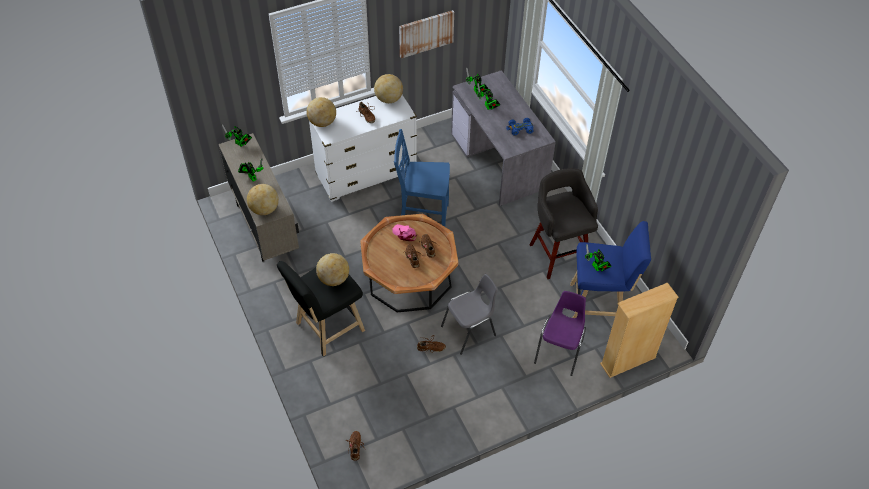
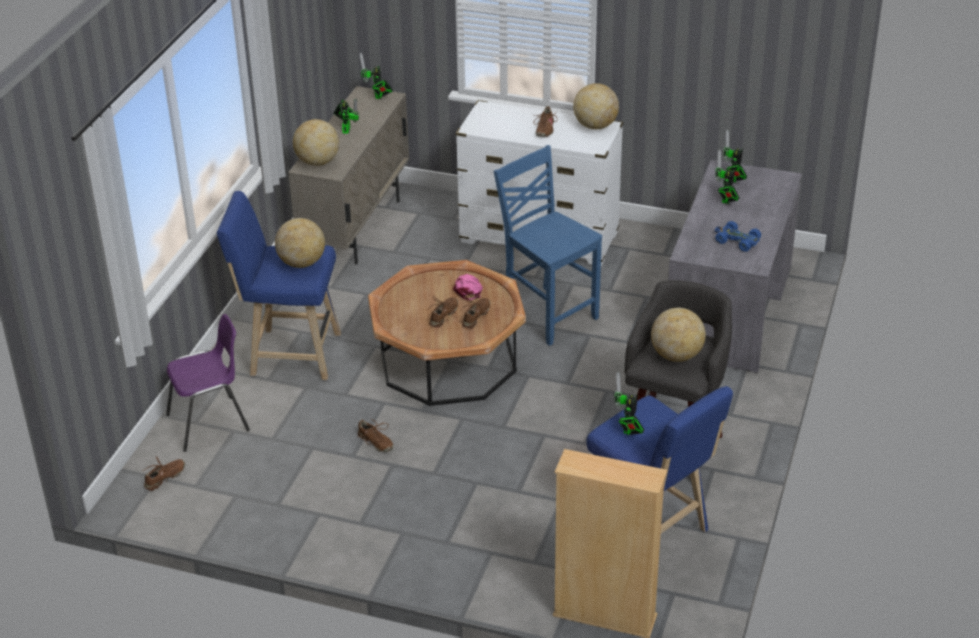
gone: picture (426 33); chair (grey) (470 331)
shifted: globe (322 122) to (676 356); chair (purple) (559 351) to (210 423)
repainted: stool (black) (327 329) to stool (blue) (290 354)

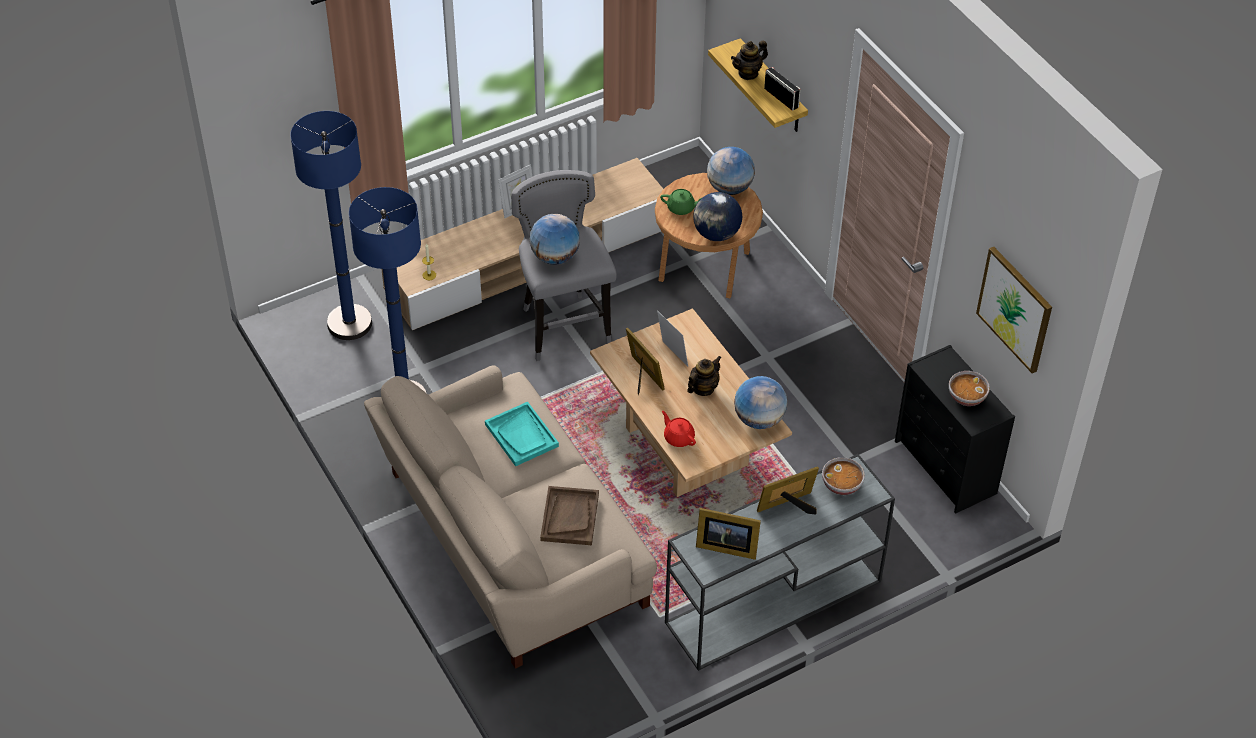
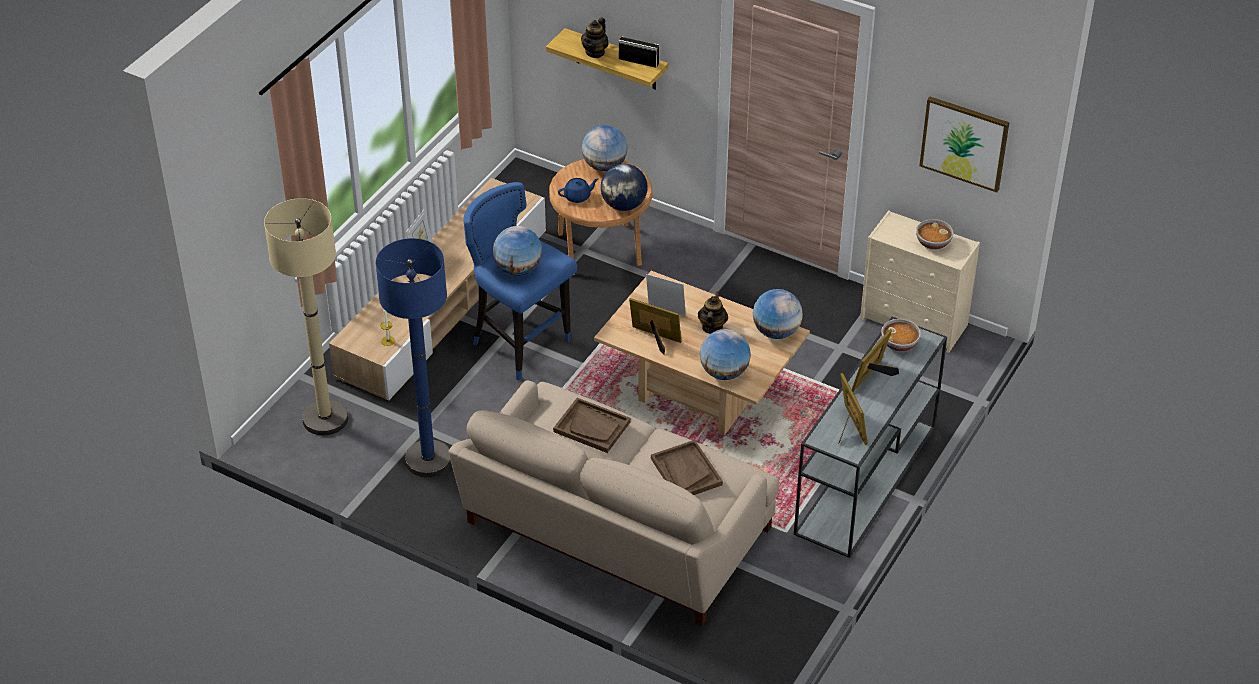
swapped: teapot (red) (678 437) to globe (724 372)
repainted: floor lamp (blue) (349 323) to floor lamp (beige) (325 419); tray (turquoise) (522 435) to tray (brown) (592 427); stool (grey) (564 329) to stool (blue) (521 345); teapot (green) (681 208) to teapot (blue) (578 196); dresser (black) (946 468) to dresser (beige) (915 322)
rotated: picture frame (725 545) = (849 427) 90 degrees counterclockwise

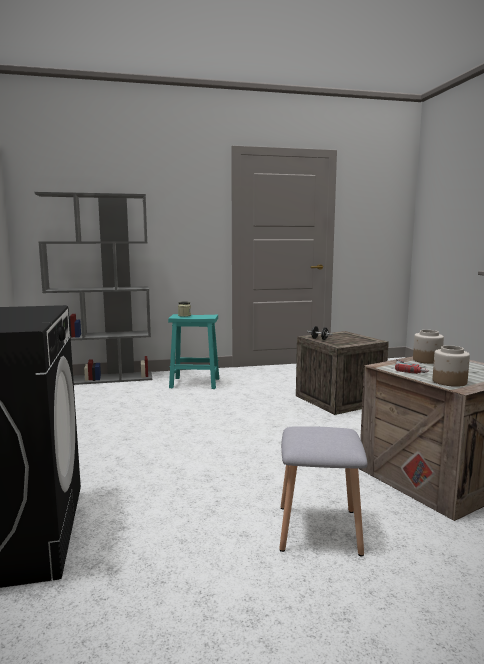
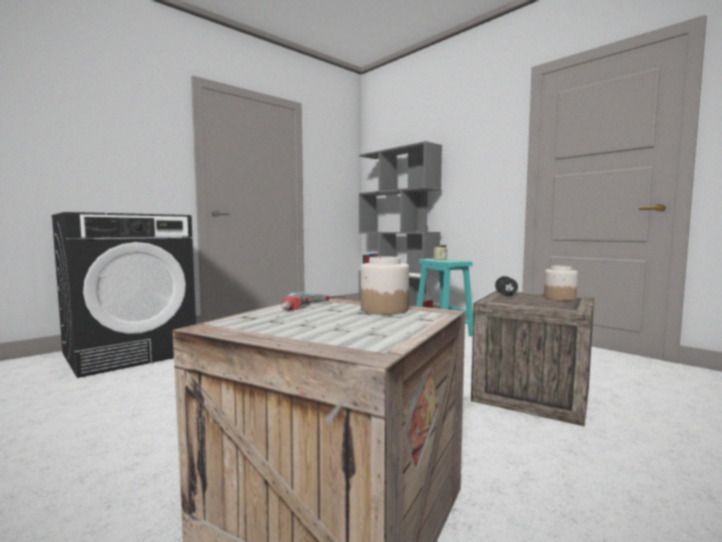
gone: stool (grey) (320 529)
shifted: jar (449 382) to (559 298)

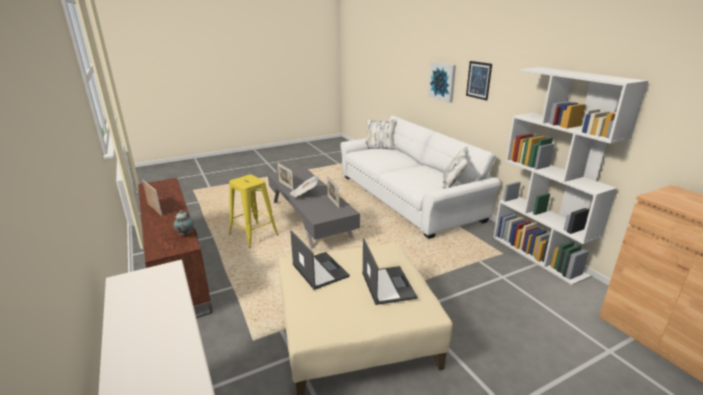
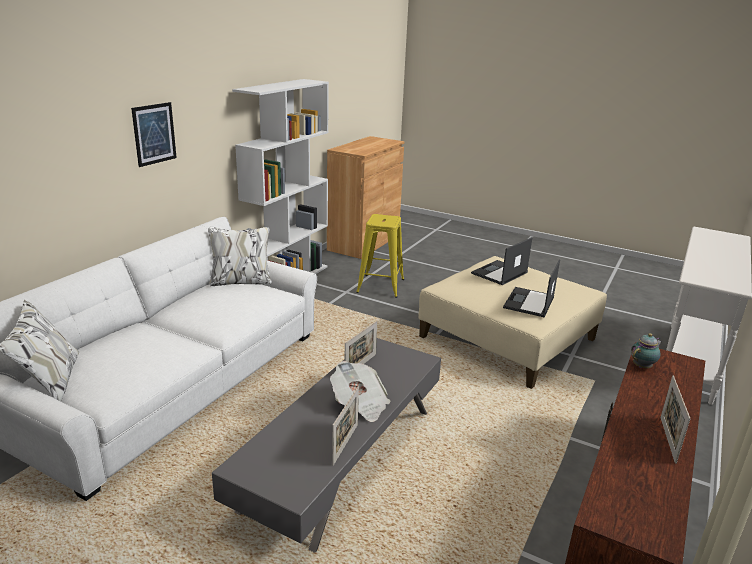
gone: picture (442 81)
shifted: stool (yellow) (253 235) to (380 286)

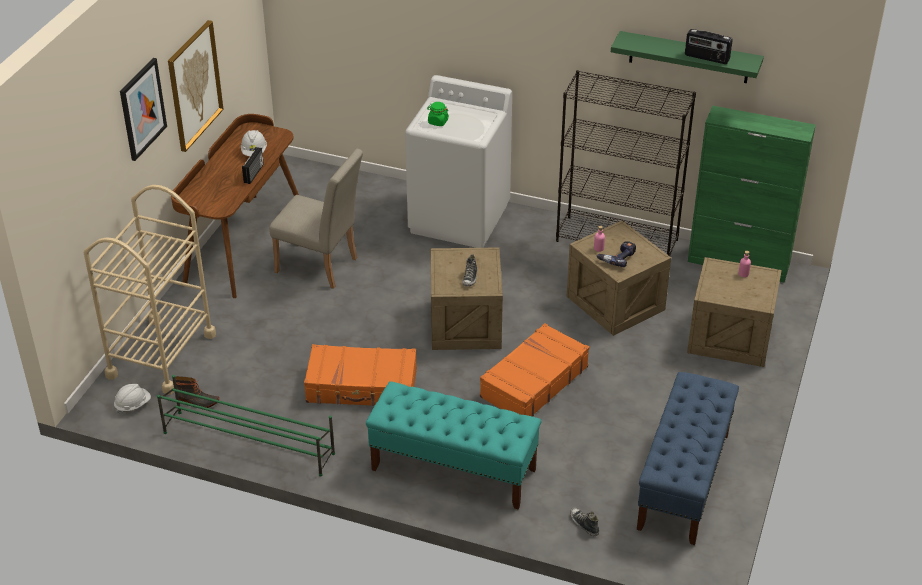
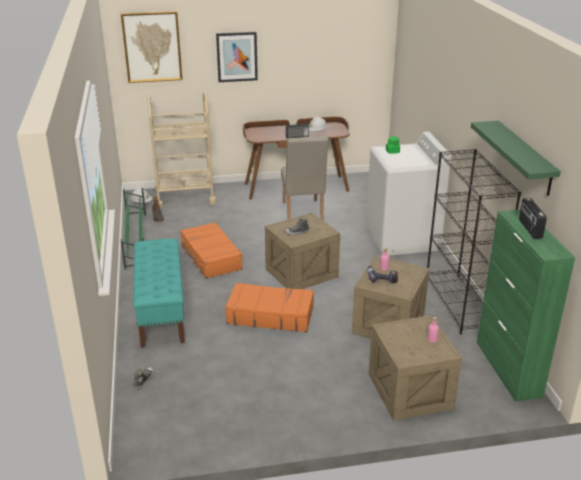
gone: bench (blue) (683 481)
shifted: picture (194 85) to (152 47); radio (706 58) to (529 229)

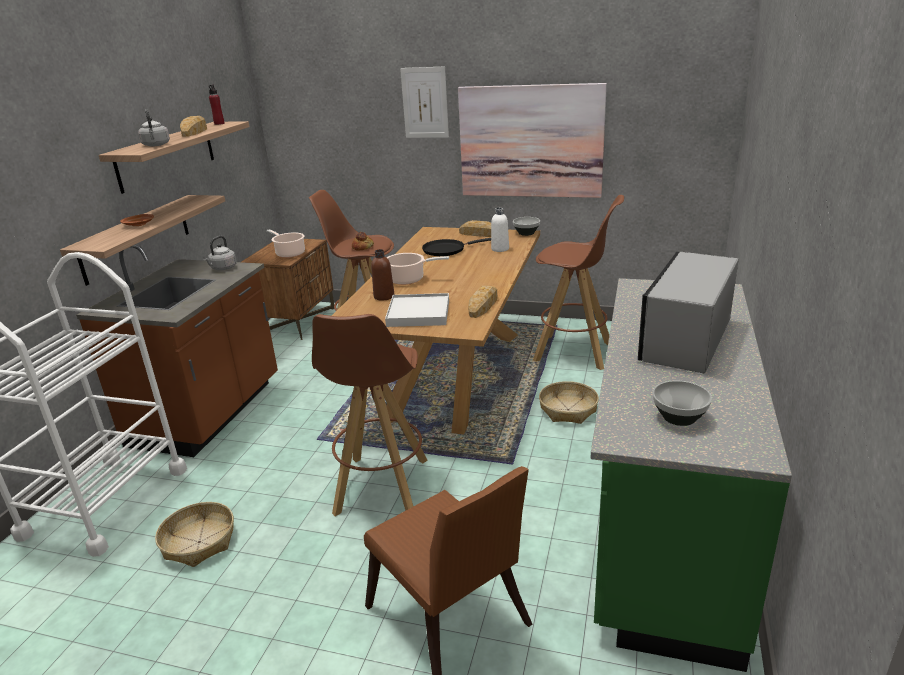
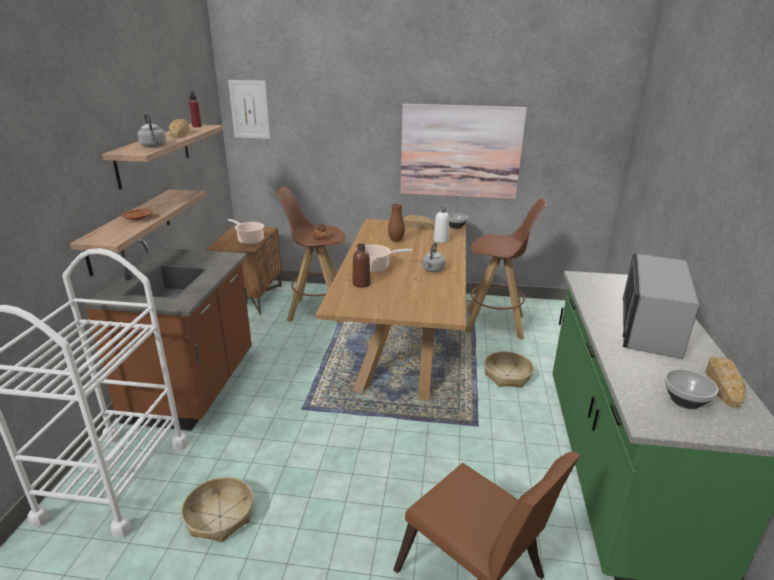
gone: stool (brown) (381 487); tray (white) (418 313)
shifted: kettle (grey) (223 268) to (433 270); picture (425 103) to (249 109); bread (483 305) to (723 385)
swapped: frying pan (black) (446 250) to vase (brown) (396 240)

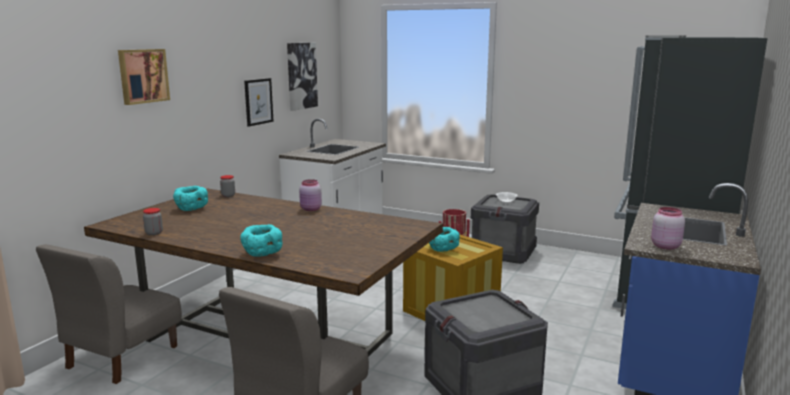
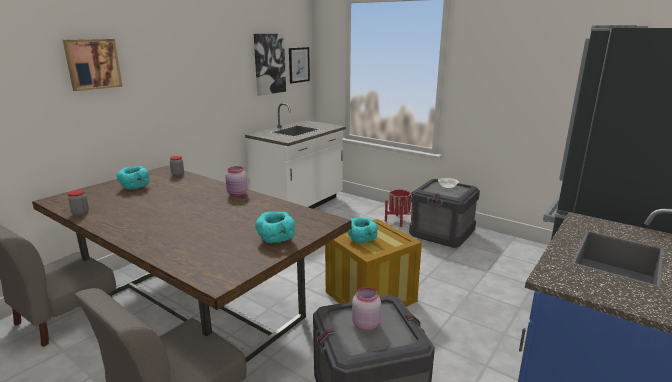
shifted: bowl (turquoise) (262 254) to (275 240); picture (258 101) to (299 65); jar (pink) (664 246) to (365 324)

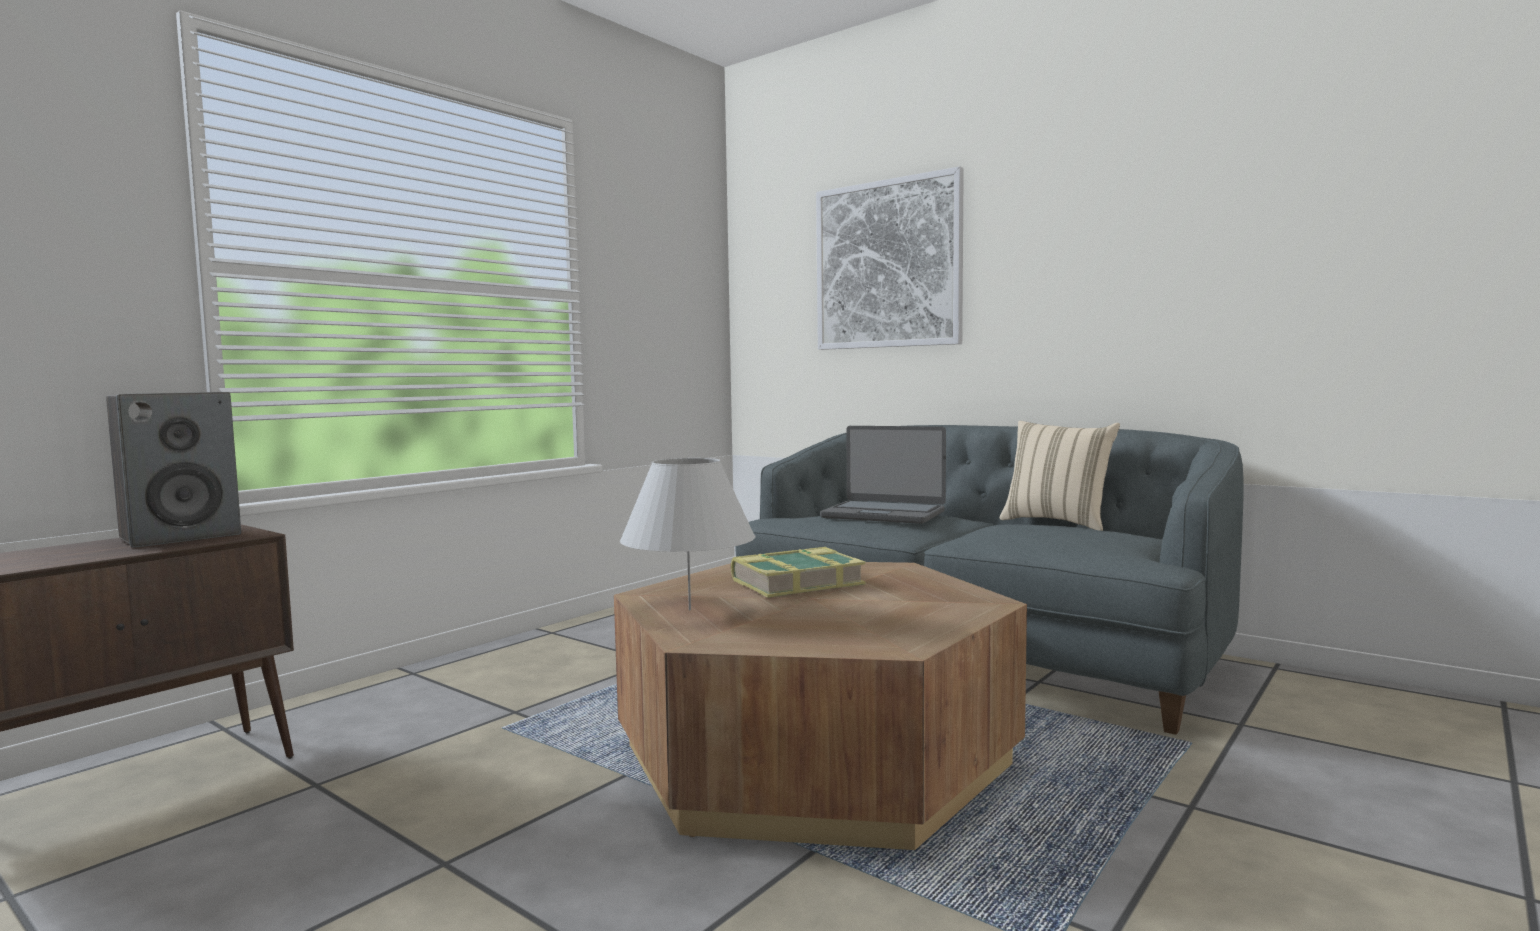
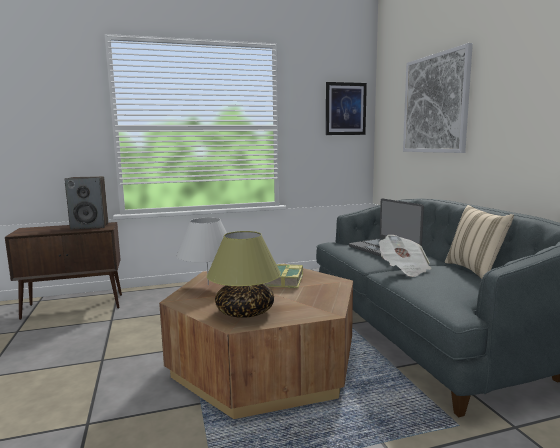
new: table lamp (245 312); picture (345 109); newspaper (404 269)

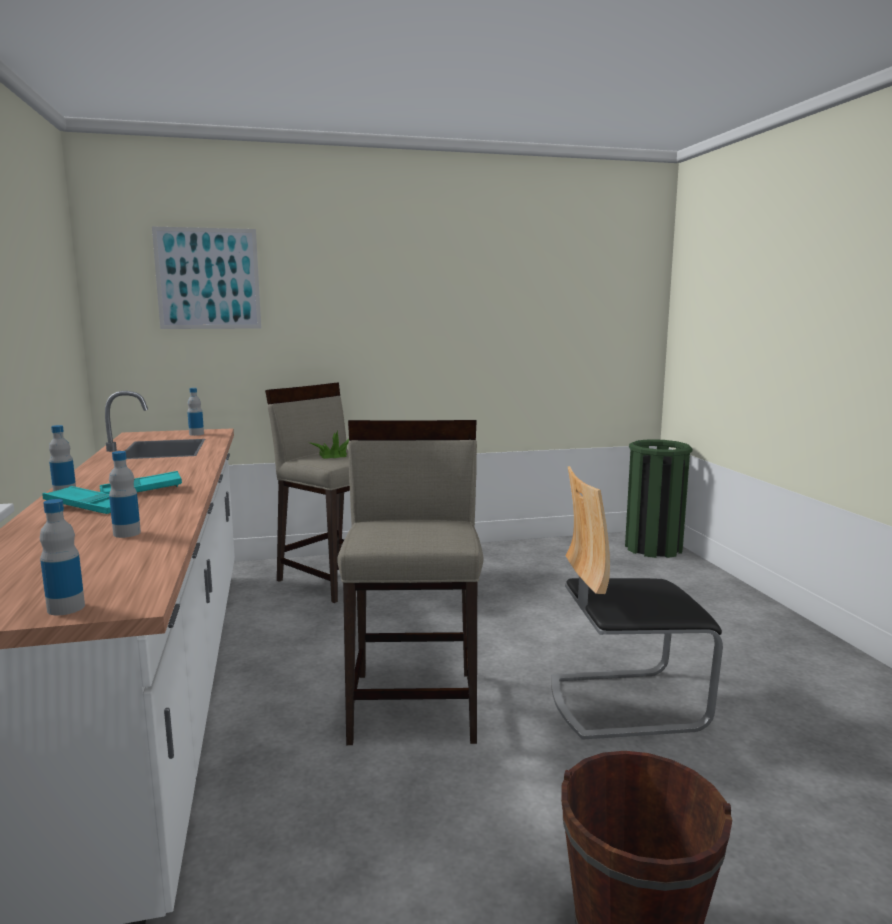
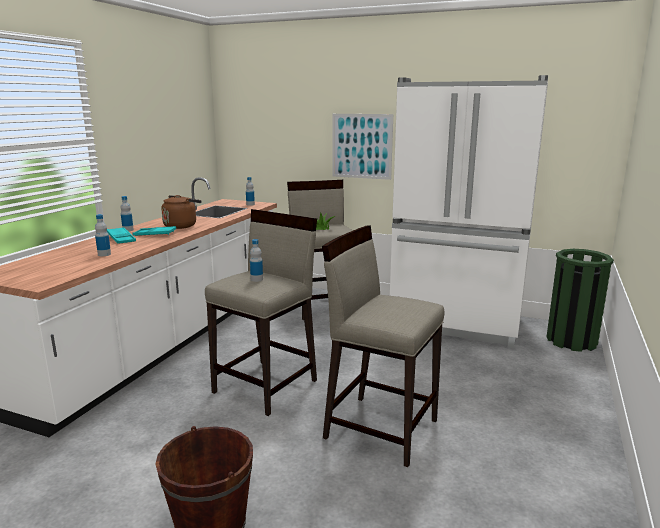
new: kettle (brown) (181 226); fridge (white) (456 324)
shifted: bottle (66 608) to (256 279); picture (208 279) to (361 146)
swapped: chair (624 702) to stool (beige) (380 428)

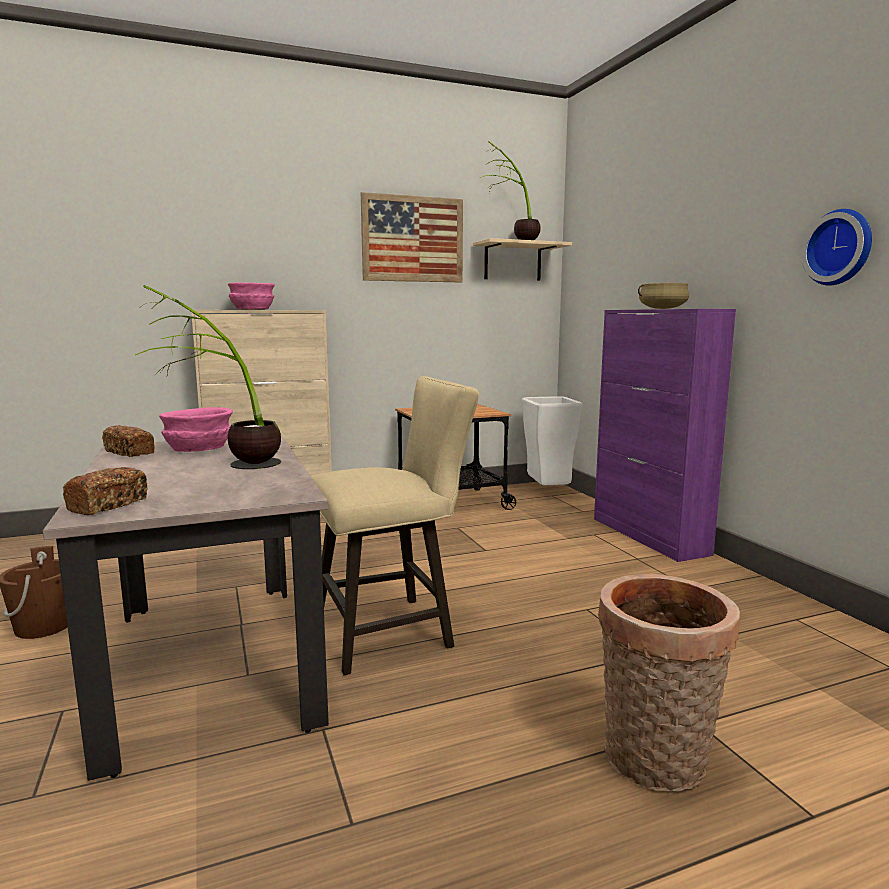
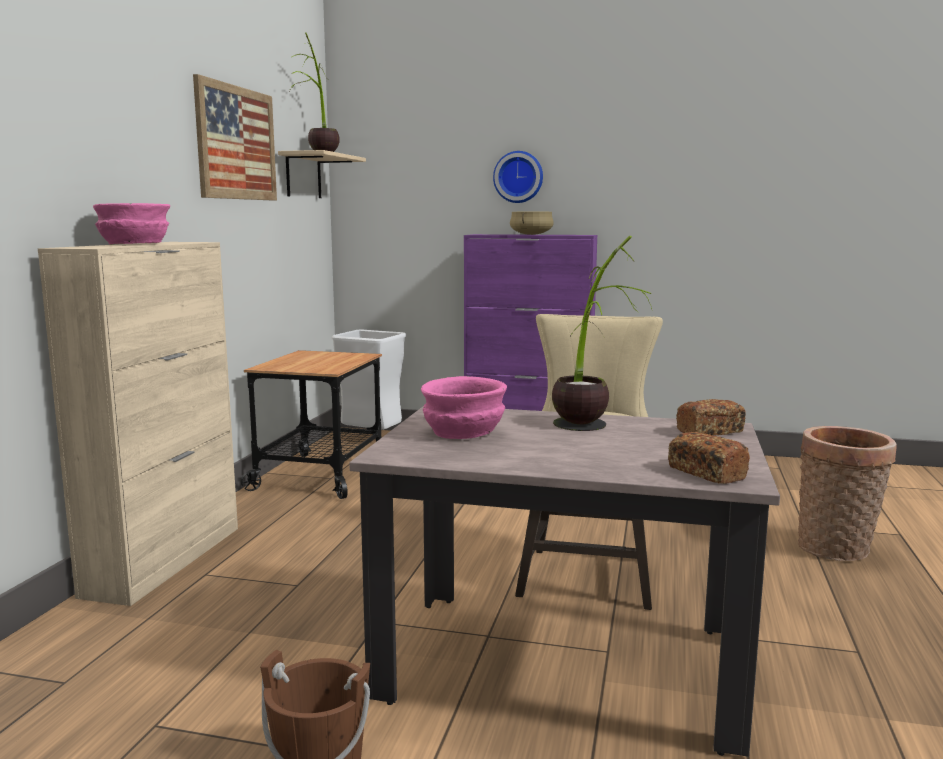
shifted: bread (129 452) to (709 431); wall clock (840 248) to (518 177)

